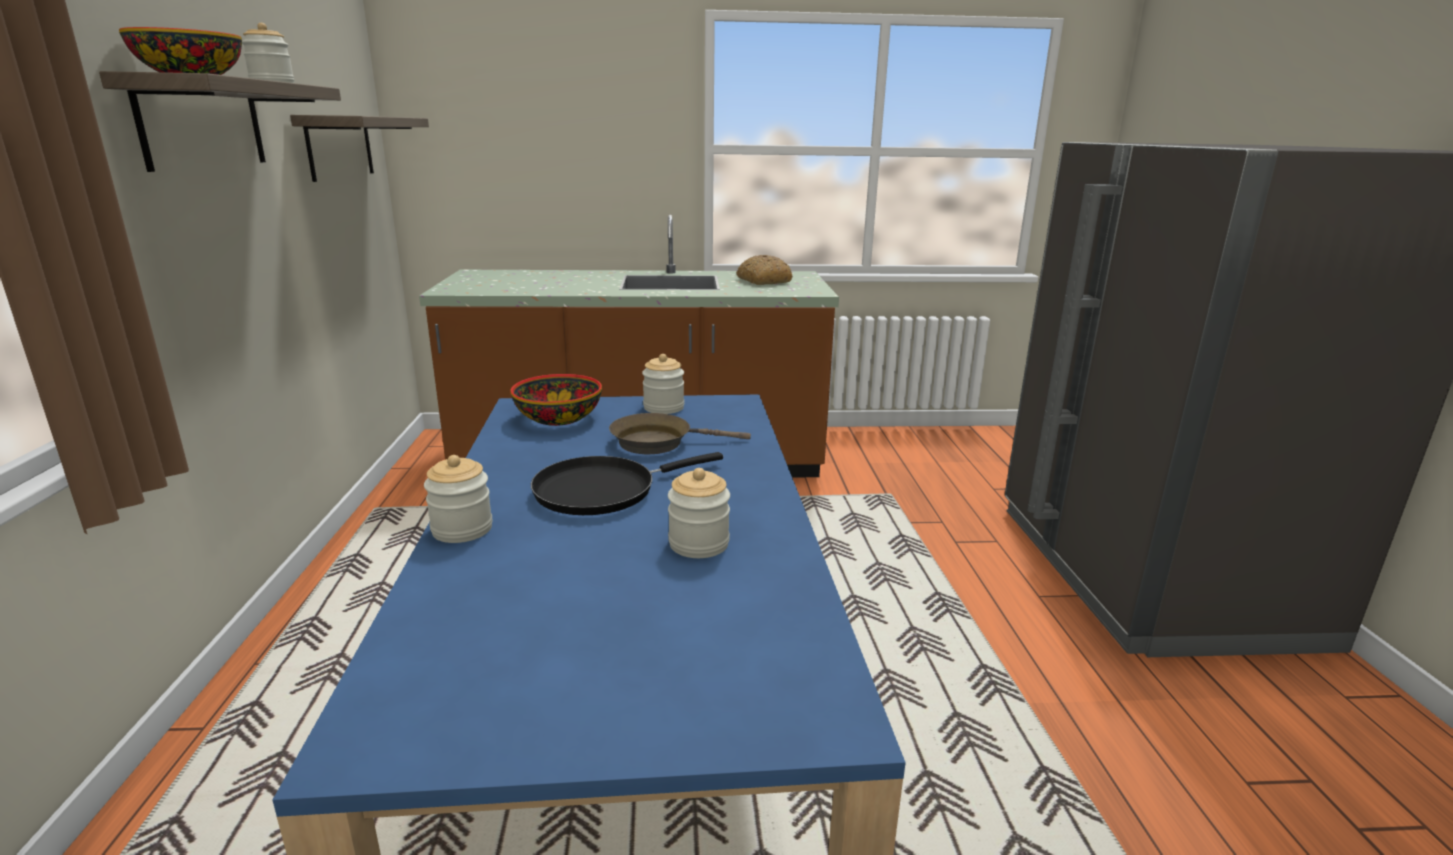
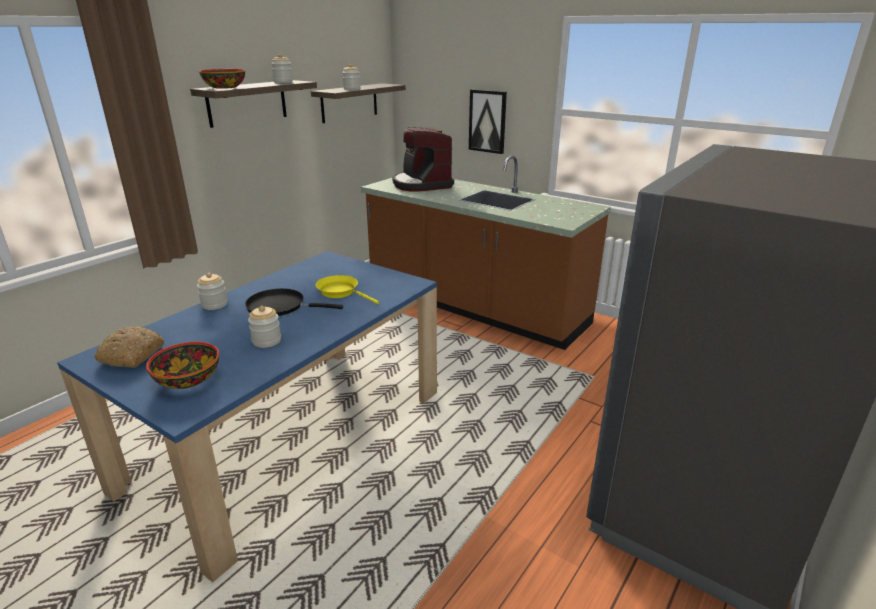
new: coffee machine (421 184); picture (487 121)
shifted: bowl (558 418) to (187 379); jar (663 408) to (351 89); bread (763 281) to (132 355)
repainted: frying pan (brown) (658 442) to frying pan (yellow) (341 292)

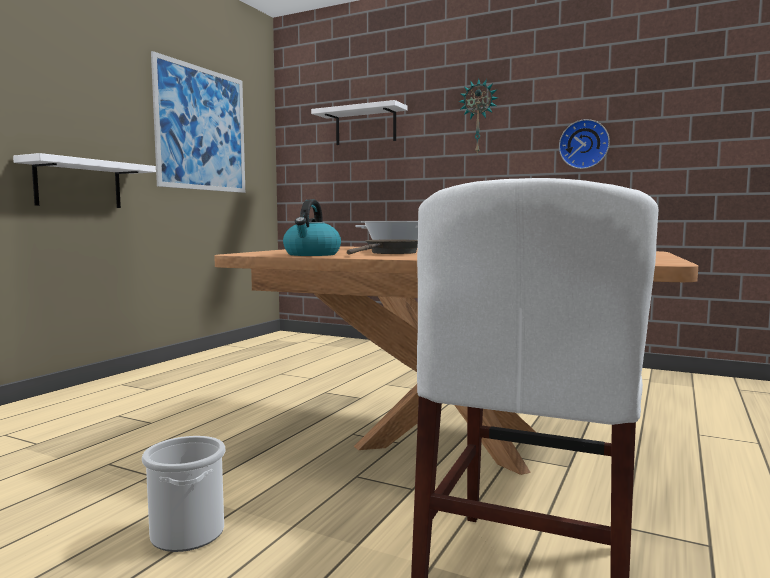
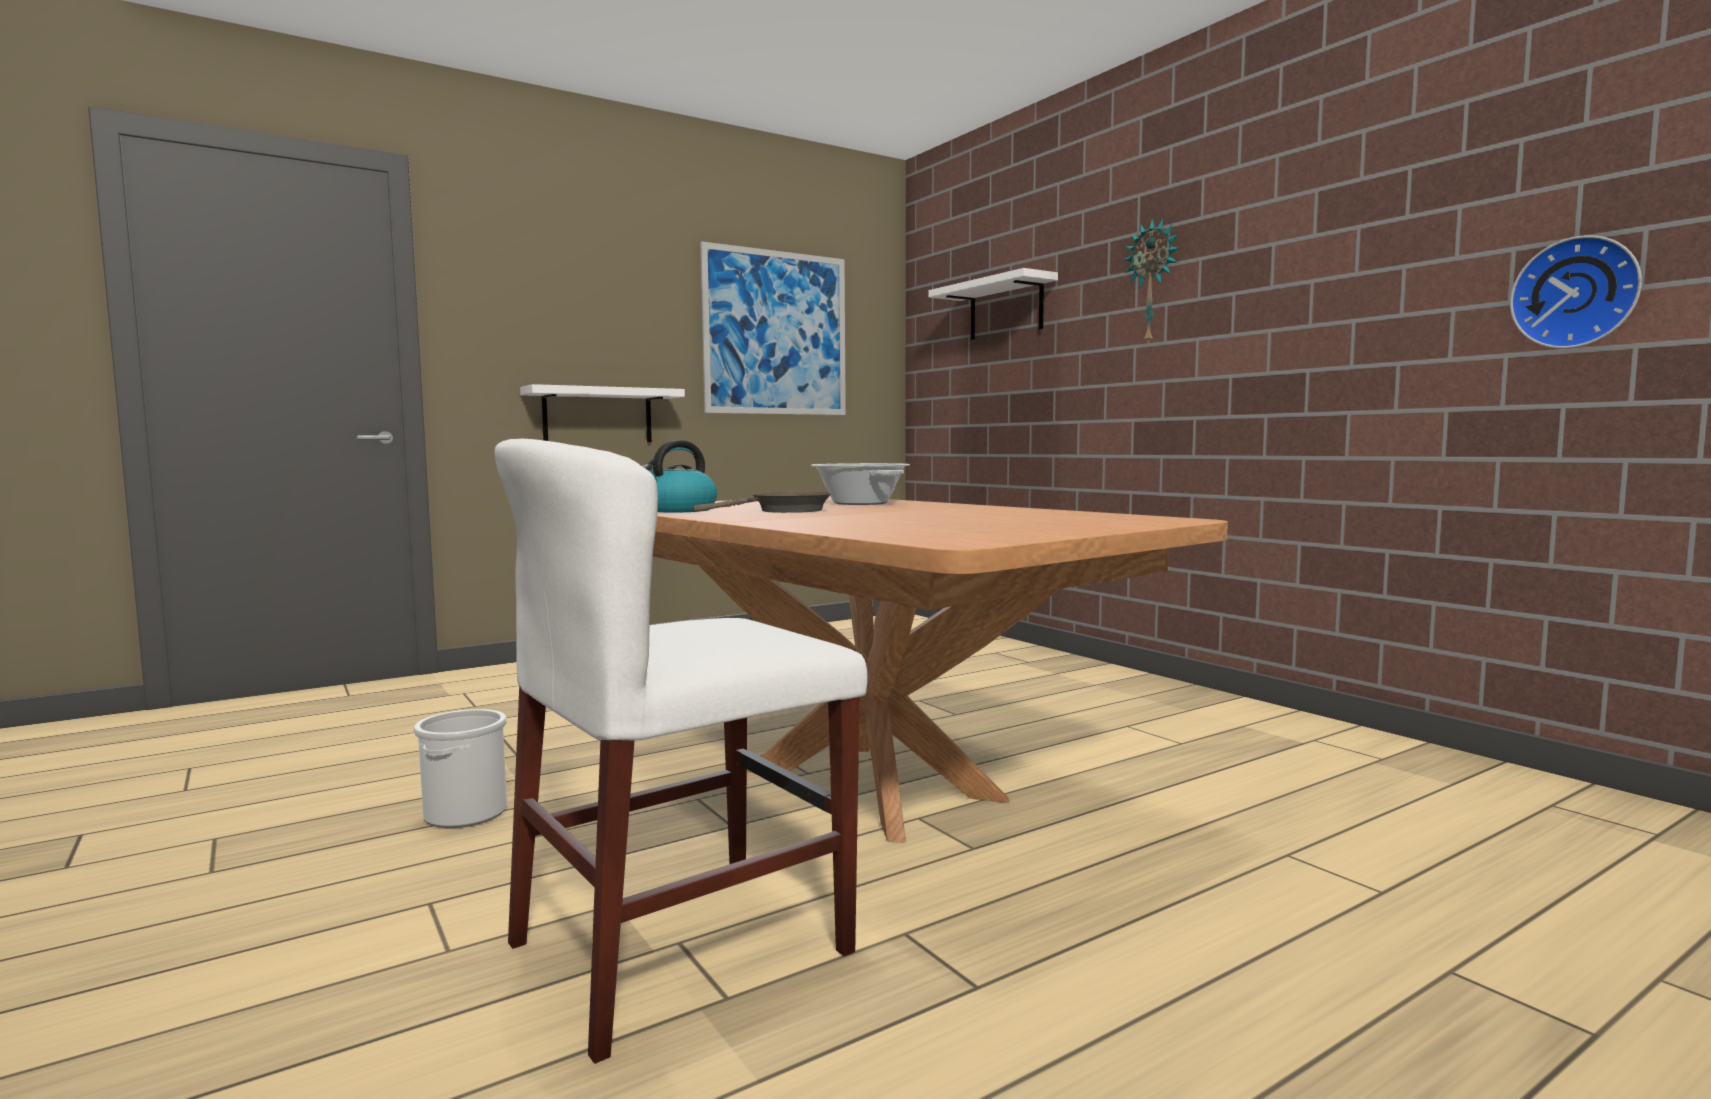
shifted: wall clock (584 144) to (1576 293)

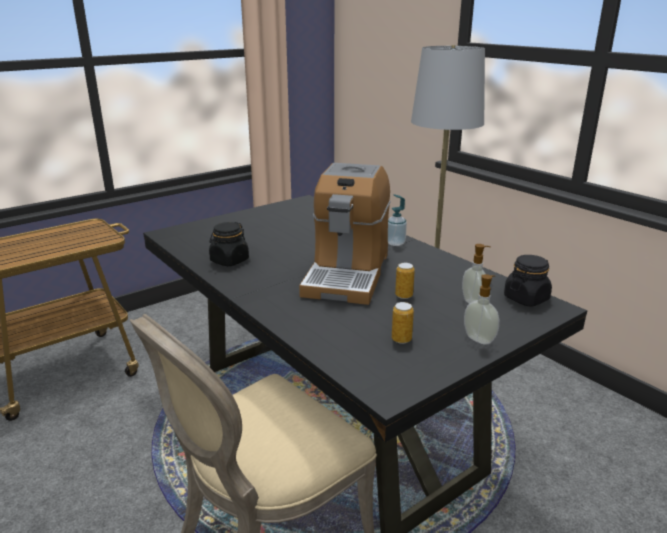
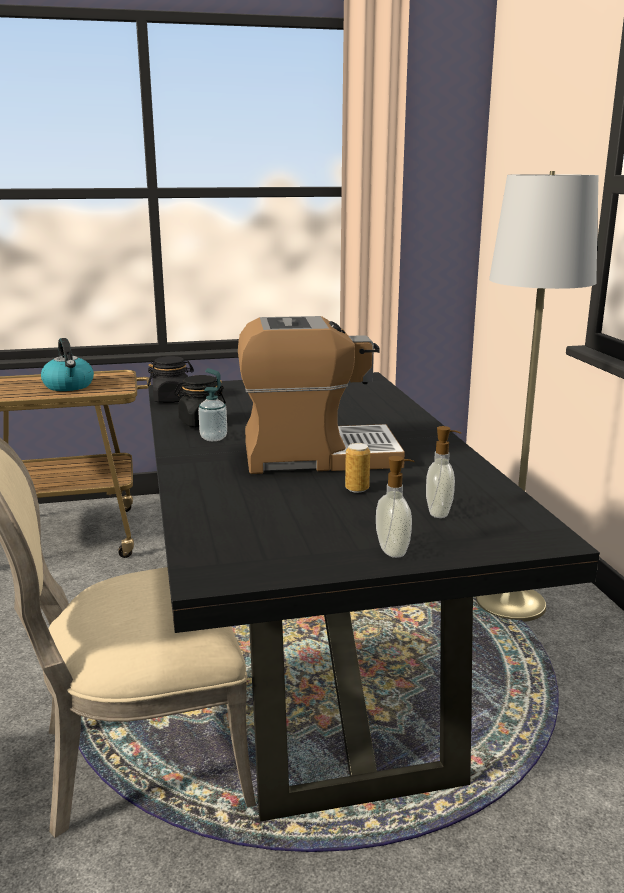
gone: can (401 339)
new: kettle (69 386)
shifted: soap dispenser (395 243) to (213 438); jar (black) (526 298) to (172 399)
rotated: coffee machine (347 274) = (317 456) 135 degrees counterclockwise

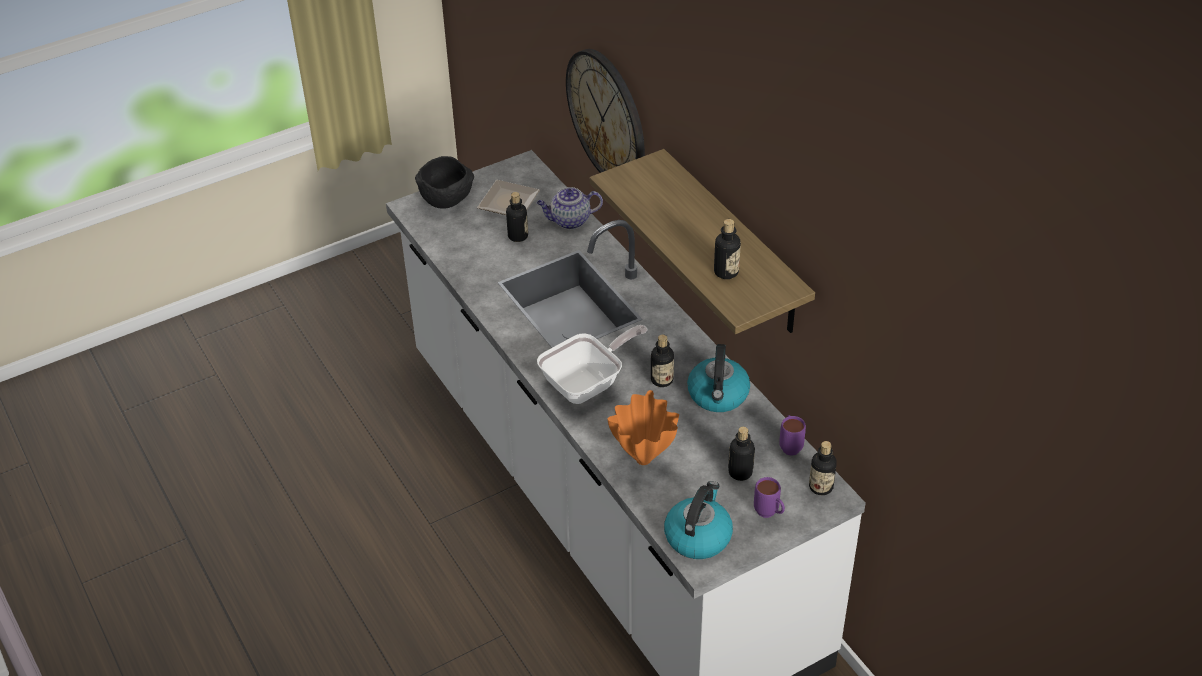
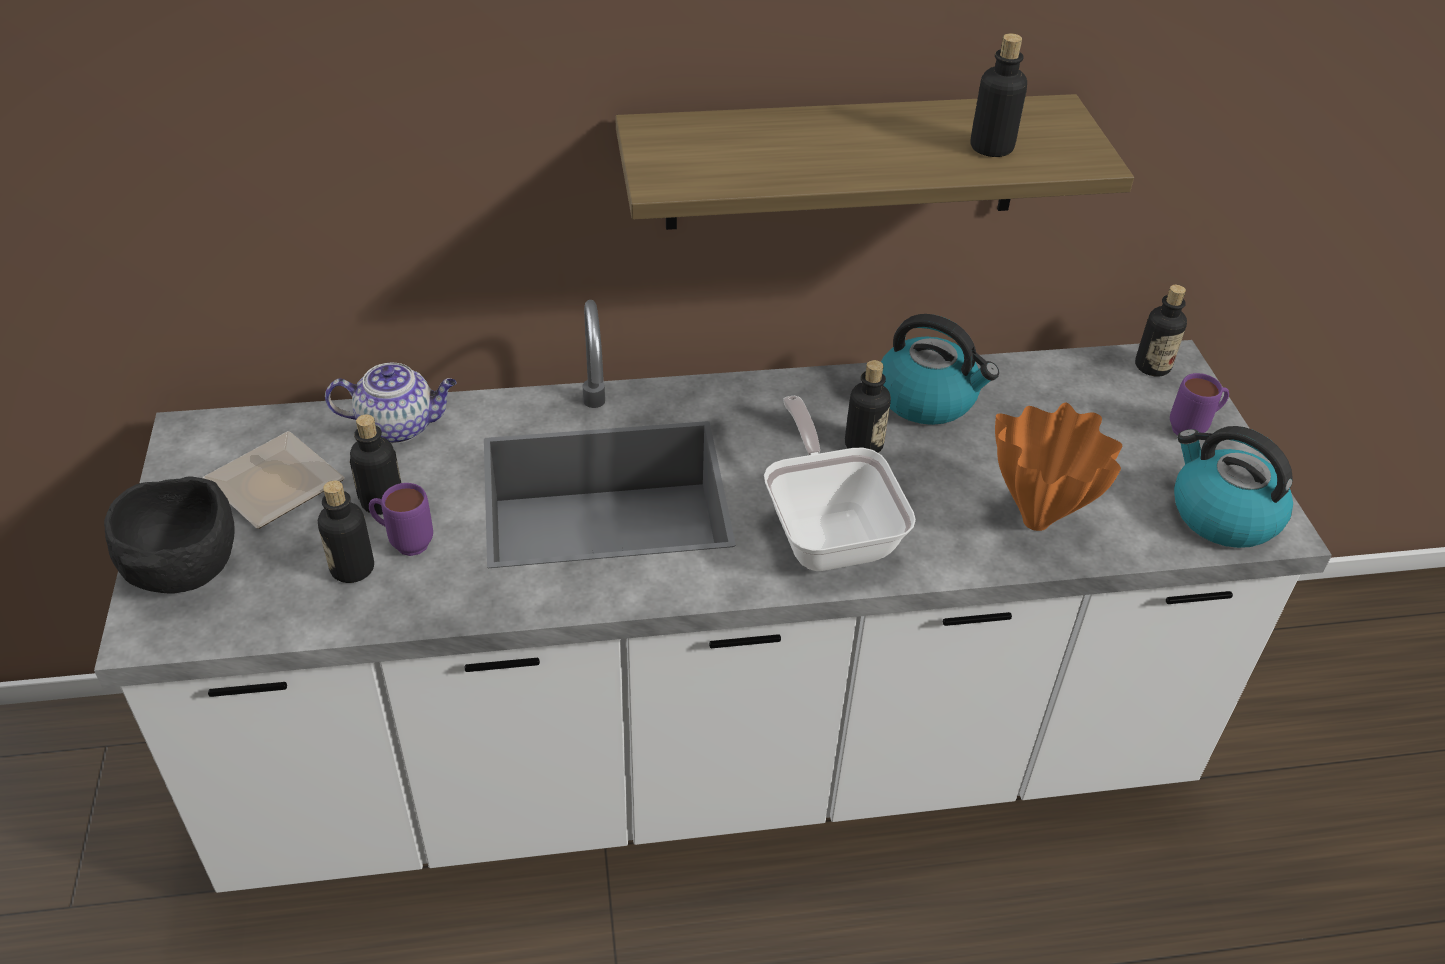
gone: wall clock (607 116)
shifted: bottle (740 472) to (352 568); mug (purple) (790 445) to (404 542)
rotated: teapot (569 221) = (399 426) 105 degrees counterclockwise

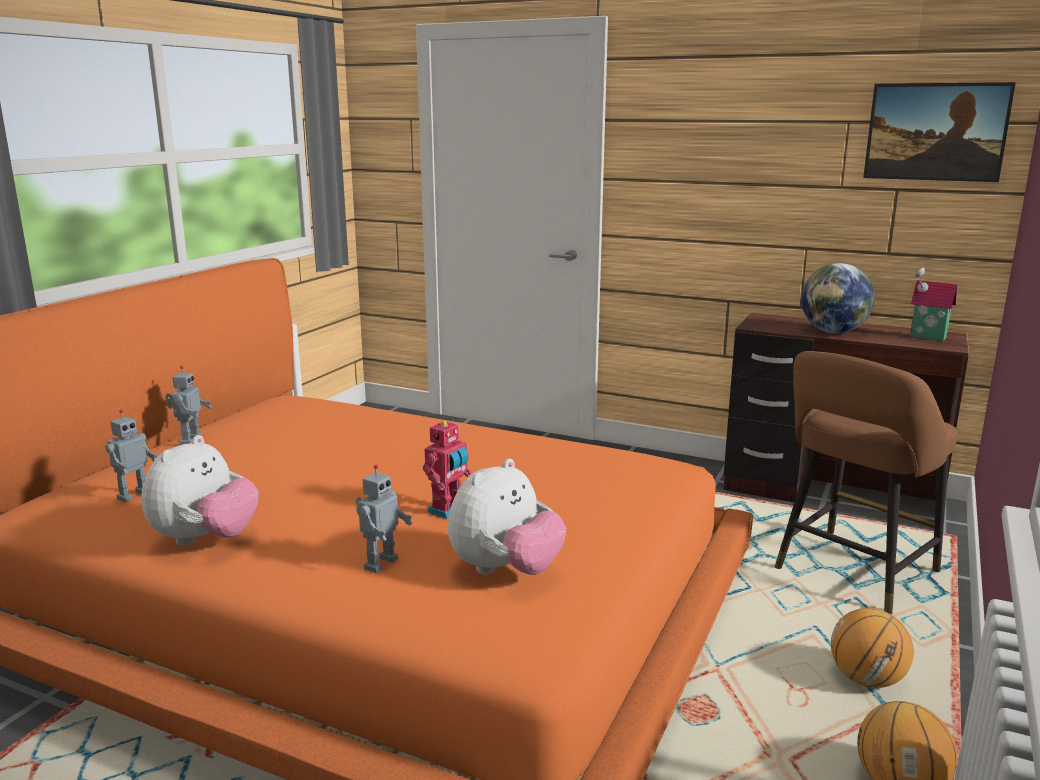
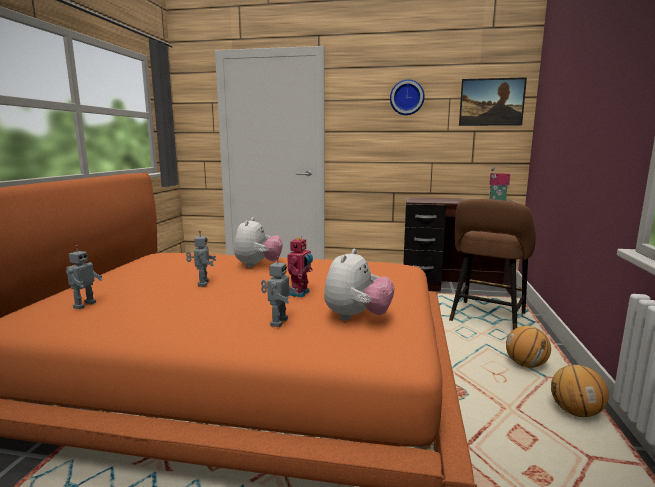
gone: globe (833 332)
new: wall clock (407 97)
shifted: plush toy (205 539) to (258 265); toy robot (189 440) to (202 283)

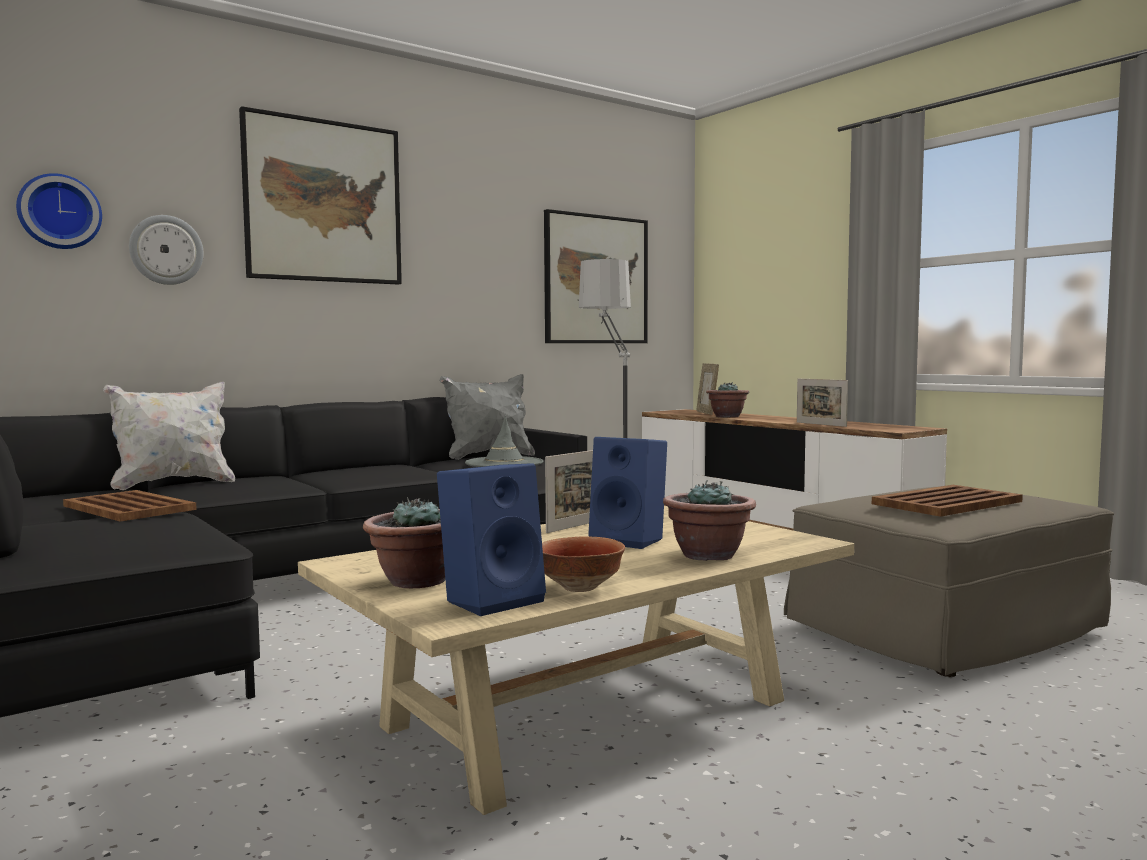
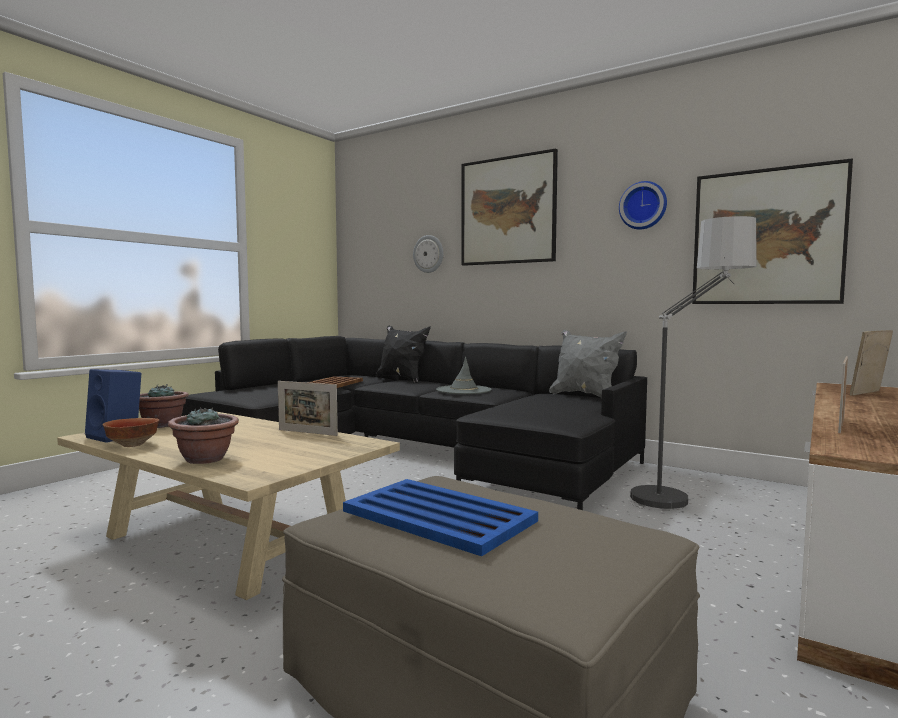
gone: speaker (blue) (630 540); potted plant (727 416)
shifted: wall clock (59 212) to (643 206); hat (grey) (504 463) to (463 390)
repainted: pillow (white) (173 484) to pillow (black) (402 379); tray (brown) (945 503) to tray (blue) (437 515)

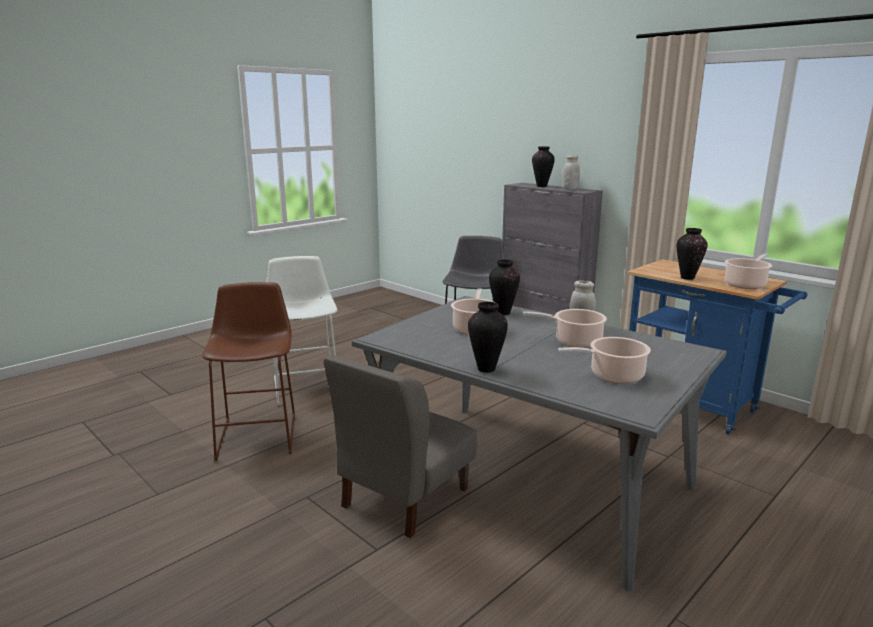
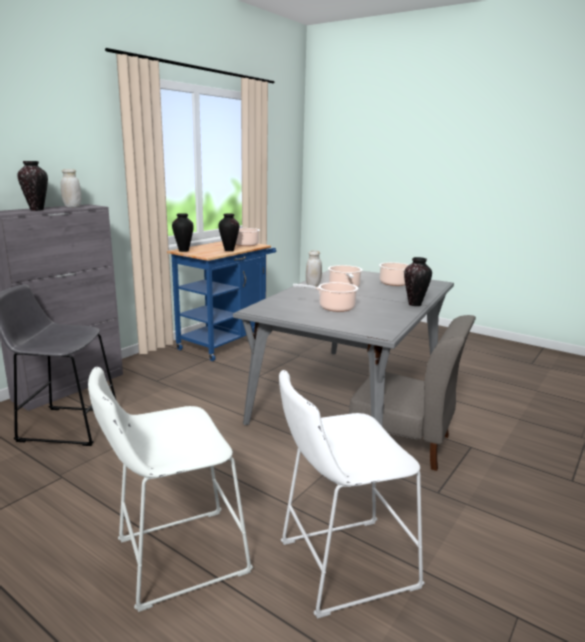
shifted: vase (502 313) to (183 251)
repainted: stool (brown) (259 434) to stool (white) (340 565)

